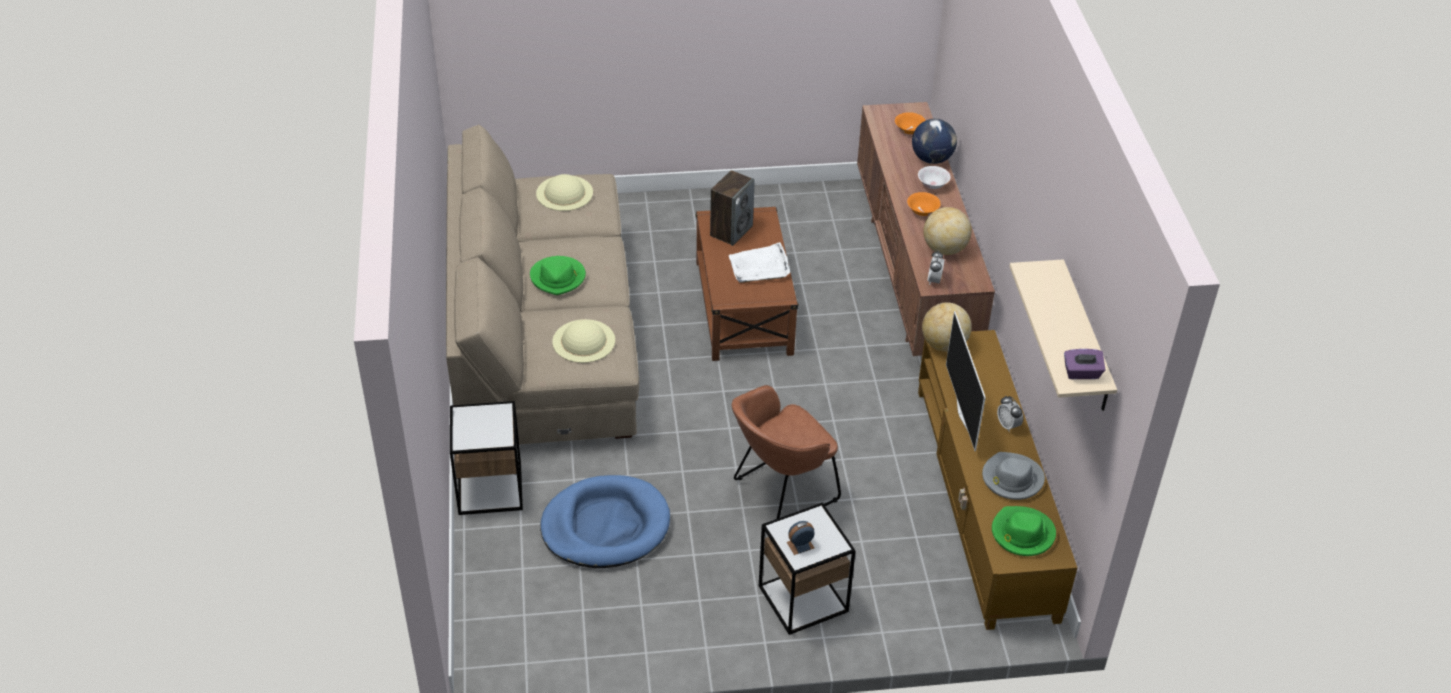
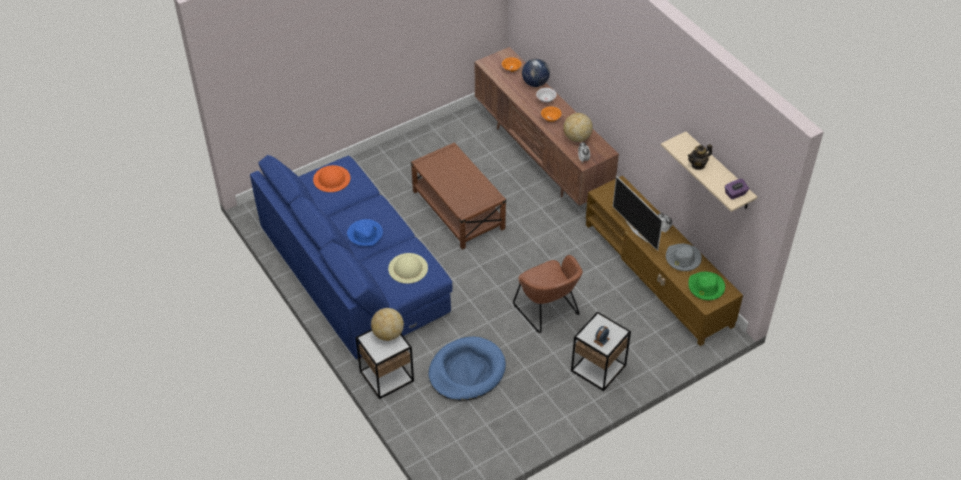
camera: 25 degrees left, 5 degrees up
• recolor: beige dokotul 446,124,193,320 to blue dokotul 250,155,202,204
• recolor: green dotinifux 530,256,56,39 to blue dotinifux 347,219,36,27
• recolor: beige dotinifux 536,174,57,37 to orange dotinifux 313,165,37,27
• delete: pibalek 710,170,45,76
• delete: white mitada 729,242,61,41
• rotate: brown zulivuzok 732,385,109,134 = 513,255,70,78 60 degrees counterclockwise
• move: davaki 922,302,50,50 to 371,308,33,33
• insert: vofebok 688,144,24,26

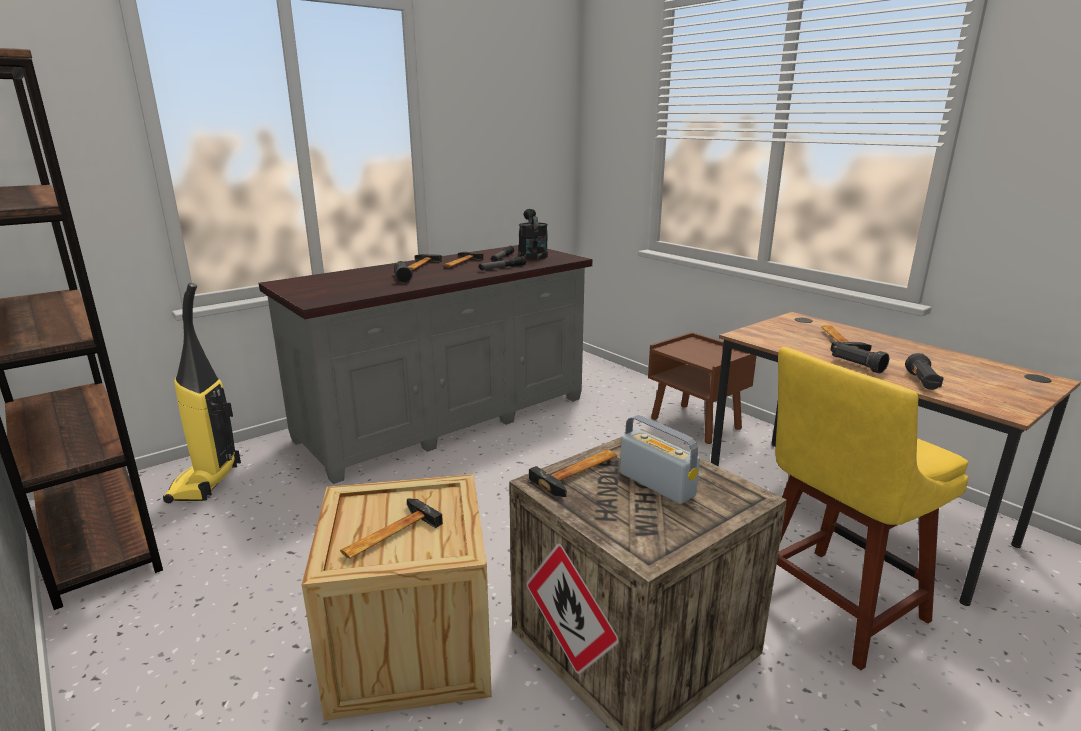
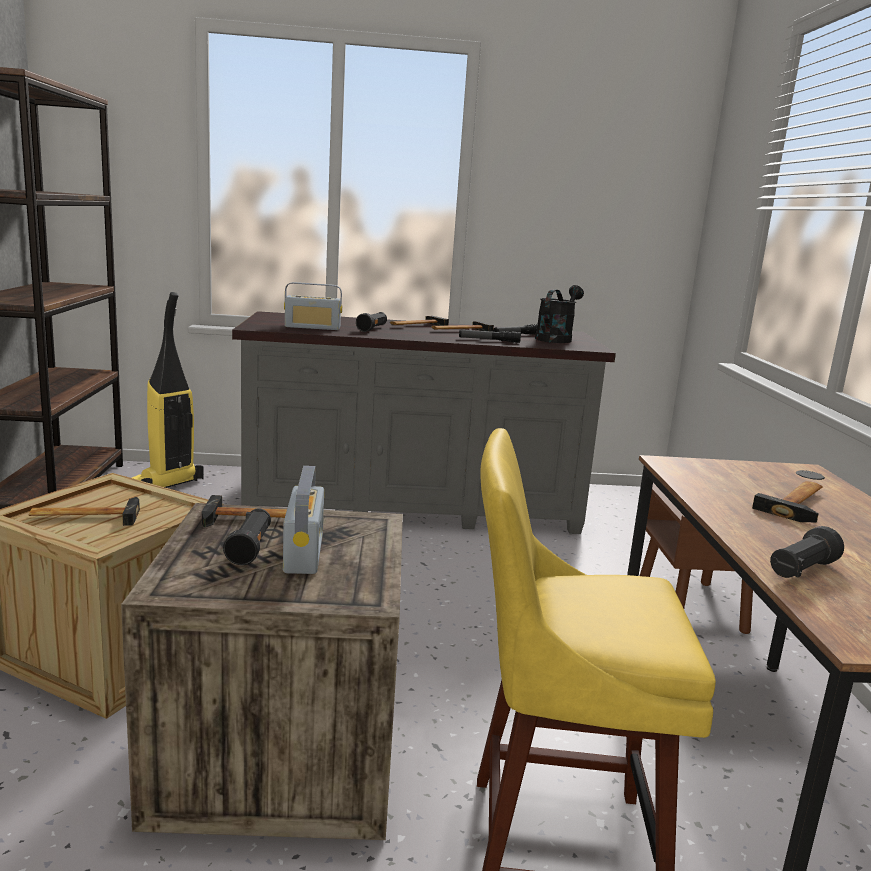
camera: 35 degrees right, 5 degrees down
• move: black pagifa 832,342,57,32 to 223,508,48,57
• insert: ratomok 284,282,58,48

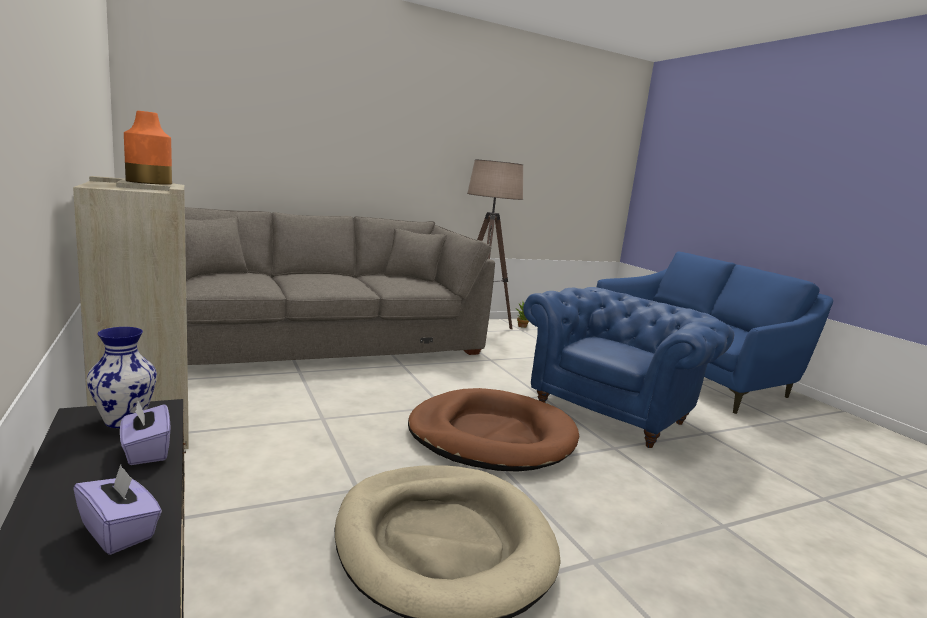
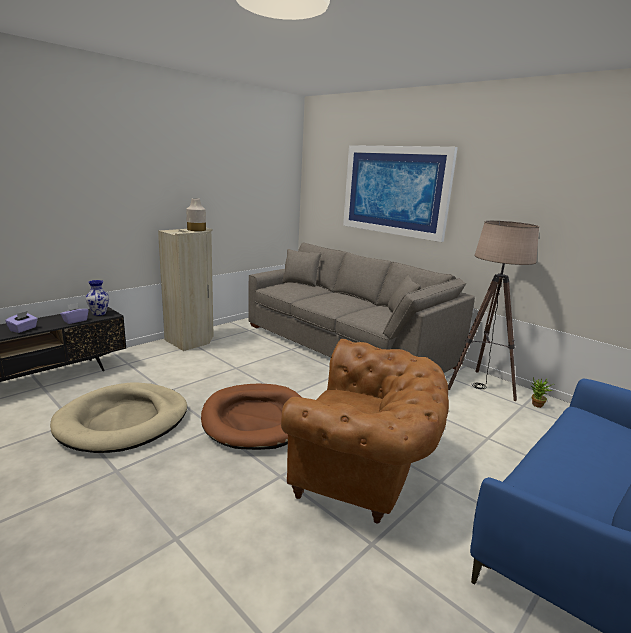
camera: 70 degrees right, 5 degrees up
• recolor: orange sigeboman 124,111,48,74 to beige sigeboman 186,198,20,33
• recolor: blue zulivuzok 523,287,211,161 to brown zulivuzok 281,339,168,185
• insert: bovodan 343,145,115,97

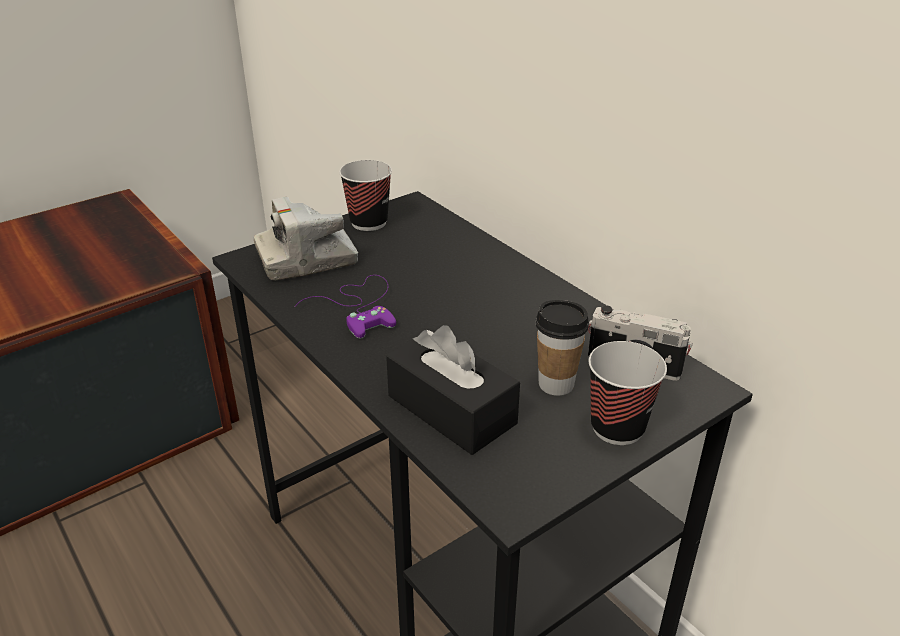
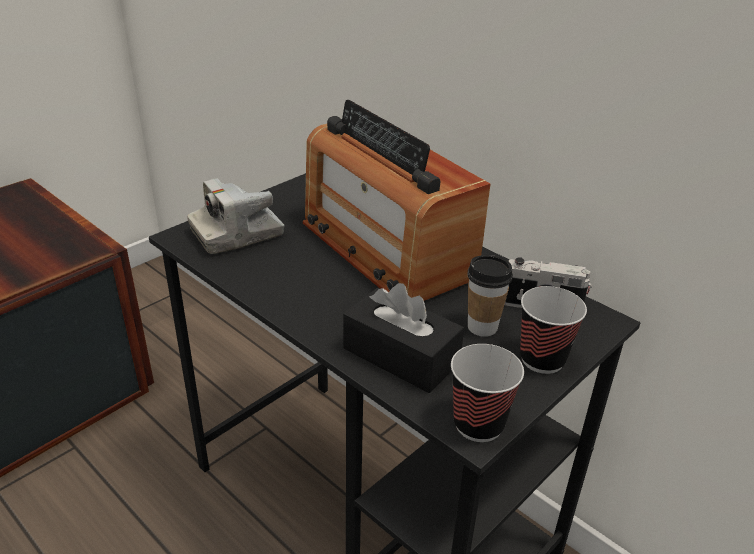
camera: 10 degrees left, 0 degrees up
• delete: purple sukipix 295,275,101,64
• move: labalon 339,160,53,71 to 451,344,73,98
• insert: ratomok 303,100,187,201

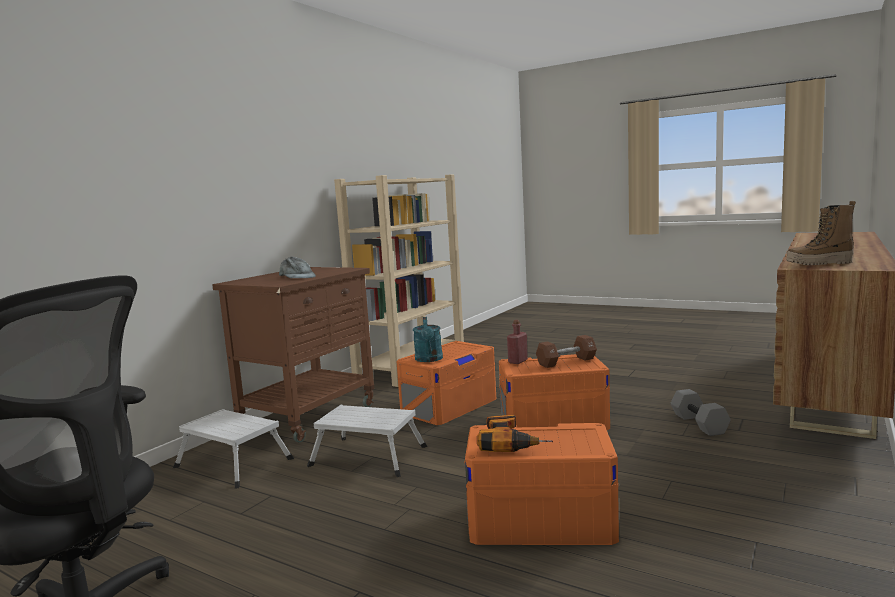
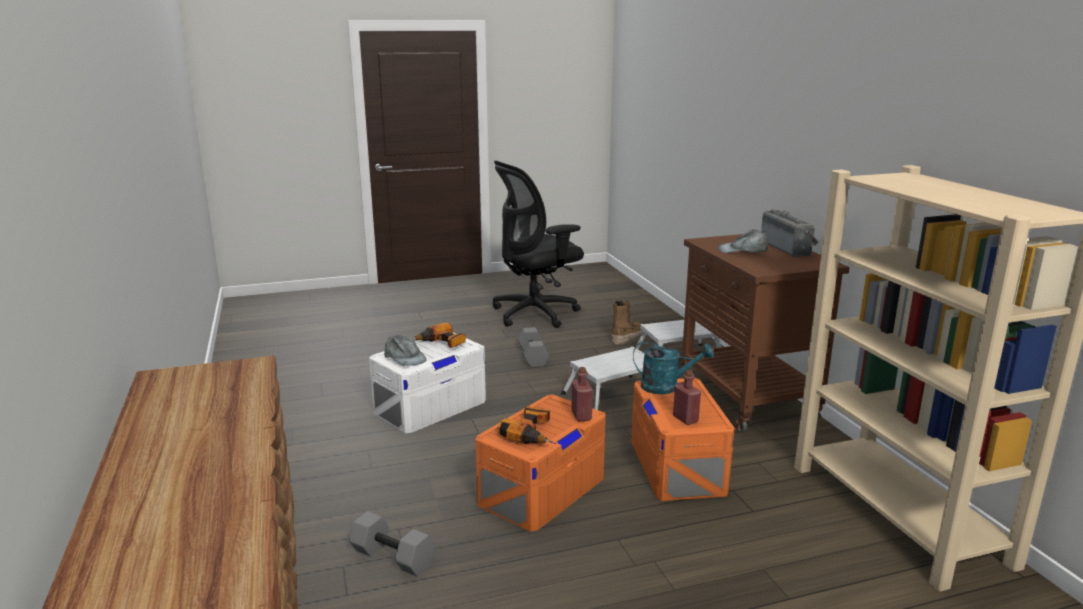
camera: 130 degrees right, 10 degrees up
• rotate: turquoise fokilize 413,317,30,45 = 633,341,81,53 150 degrees clockwise
• recolor: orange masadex 464,423,155,122 to white masadex 369,333,117,100
• replace: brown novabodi 536,335,61,33 to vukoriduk 498,406,58,38
• move: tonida 786,201,70,64 to 611,301,32,44
• insert: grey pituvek 384,334,42,32
• insert: grey novabodi 518,327,31,40
• insert: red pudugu 673,370,28,55
• insert: ratomok 761,210,57,47

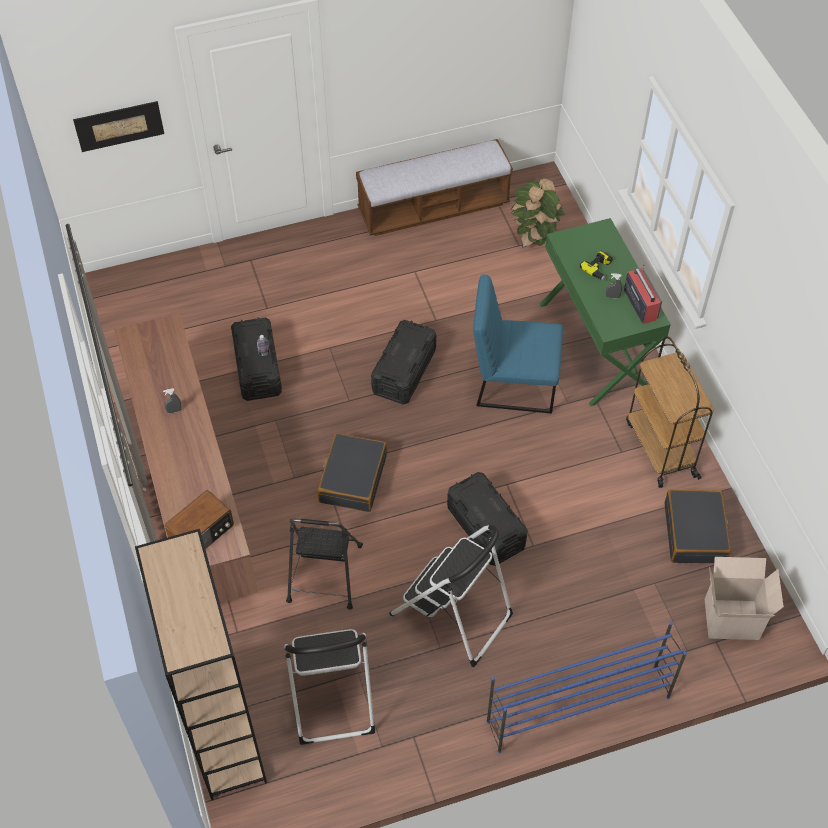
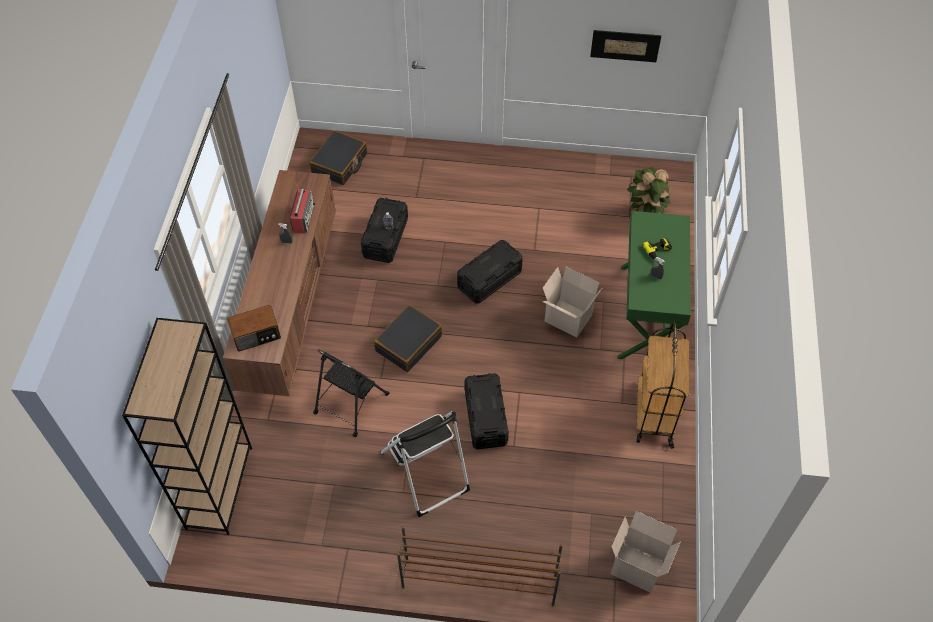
camera: 25 degrees right, 0 degrees up
• move: bovodan 73,101,91,51 to 590,30,71,32
• delete: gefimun 284,629,91,116
• delete: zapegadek 356,139,157,97
• replace: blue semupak 473,275,90,139 to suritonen 542,267,60,71
• recolor: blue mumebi 486,622,201,131 to brown mumebi 397,526,166,80
• move: ratomok 624,264,38,60 to 290,187,25,47
• move: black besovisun 665,490,66,73 to 309,131,58,54

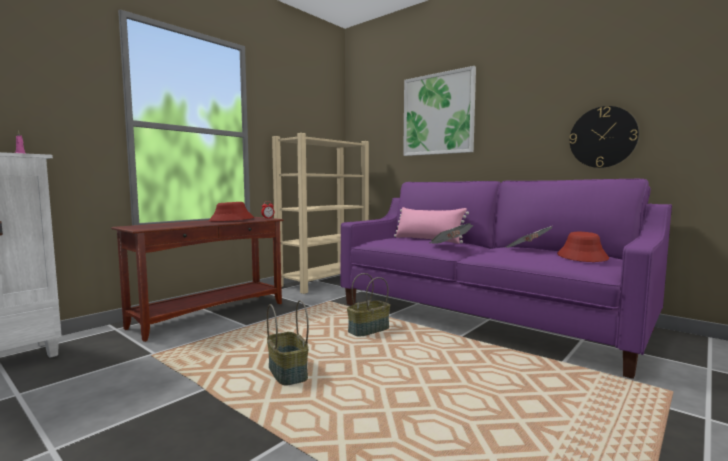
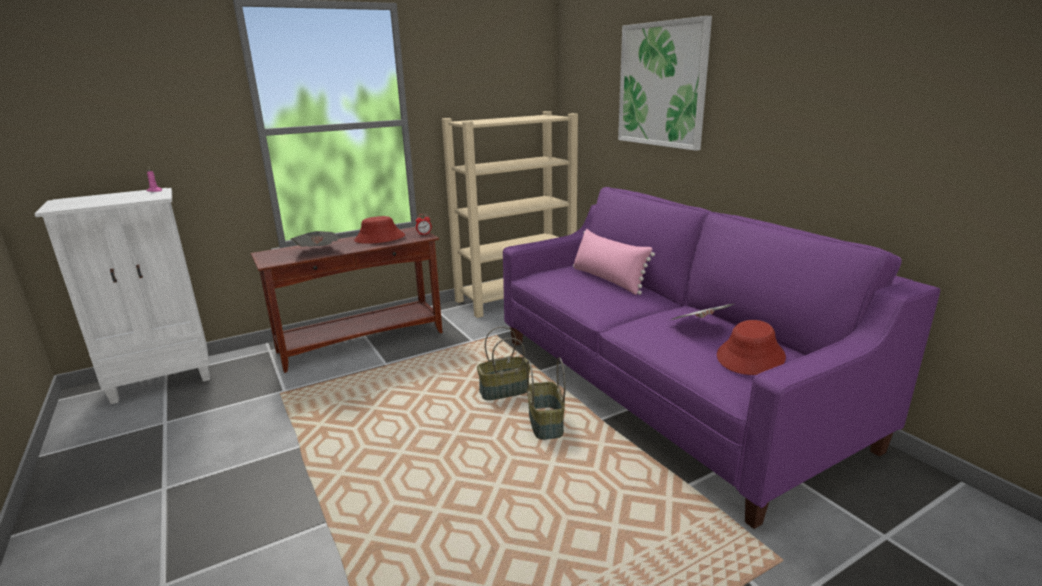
camera: 20 degrees right, 15 degrees up
• move: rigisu 267,300,42,86 to 527,357,39,83
• move: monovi 429,223,44,21 to 290,231,51,16
• delete: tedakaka 570,106,69,62

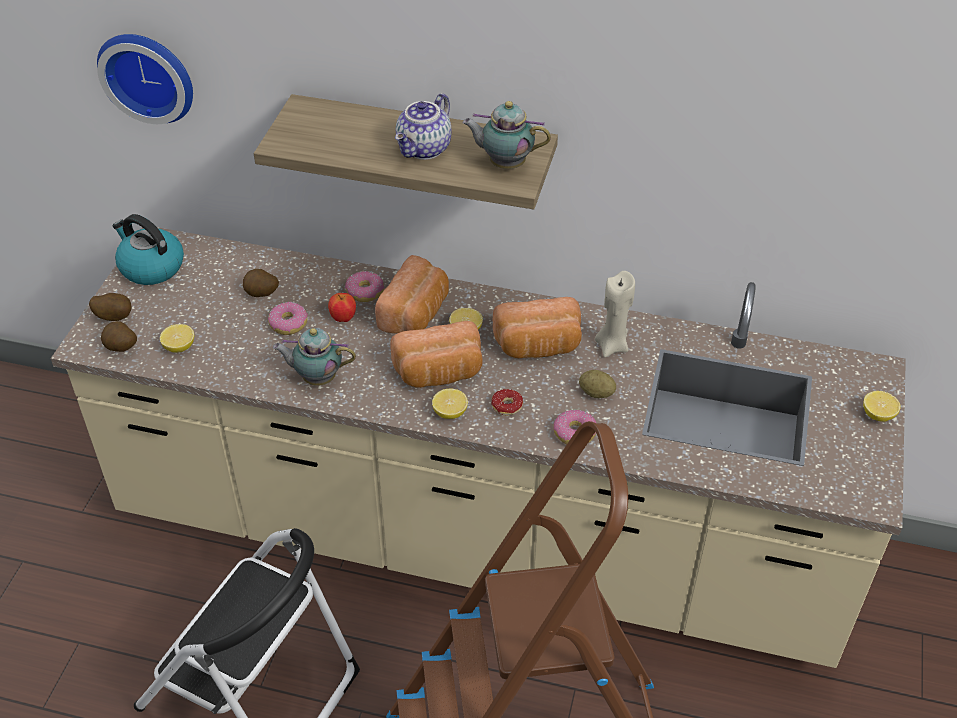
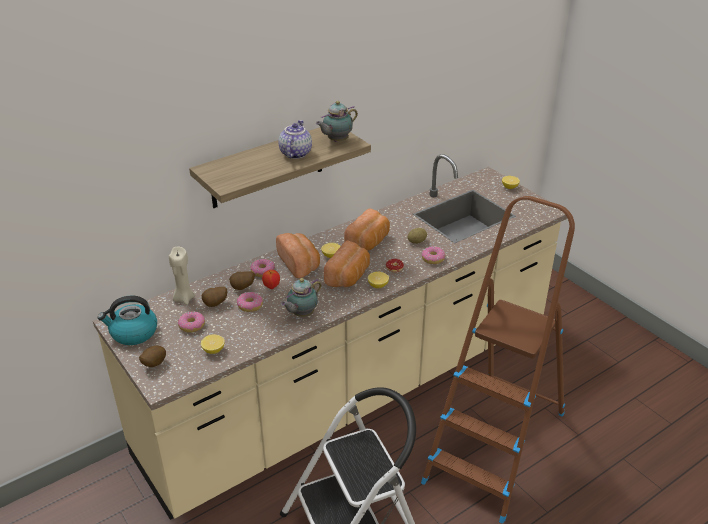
camera: 50 degrees left, 10 degrees down
• delete: tedakaka 97,34,96,90
• move: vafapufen 101,321,36,31 to 229,271,26,19
• rotate: vofebok 395,93,57,67 = 278,120,34,39 150 degrees counterclockwise
• move: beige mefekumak 595,271,40,86 to 169,247,26,58
• insert: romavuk 178,311,27,22

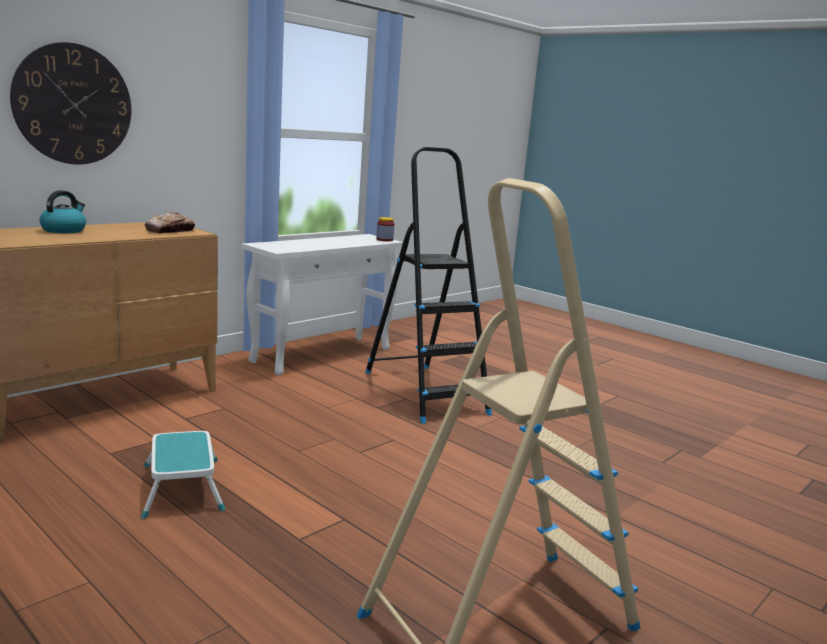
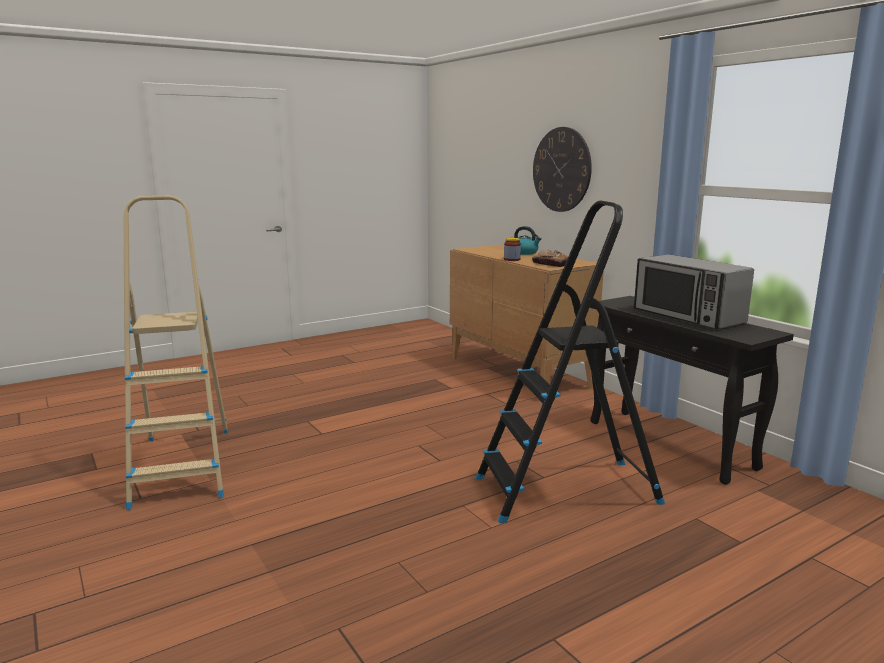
camera: 105 degrees right, 0 degrees up
• delete: turquoise gefimun 141,431,85,88
• recolor: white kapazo 242,234,161,141 to black kapazo 589,296,205,189
• move: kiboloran 376,217,18,24 to 504,238,17,23
• insert: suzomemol 634,254,120,75

